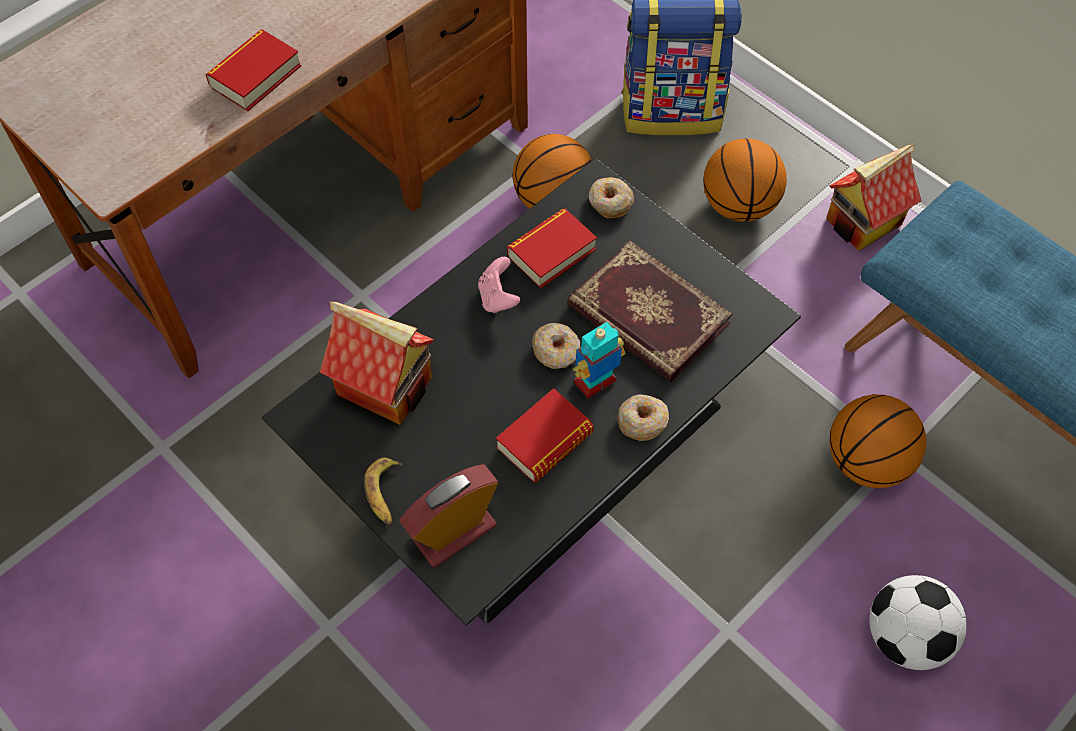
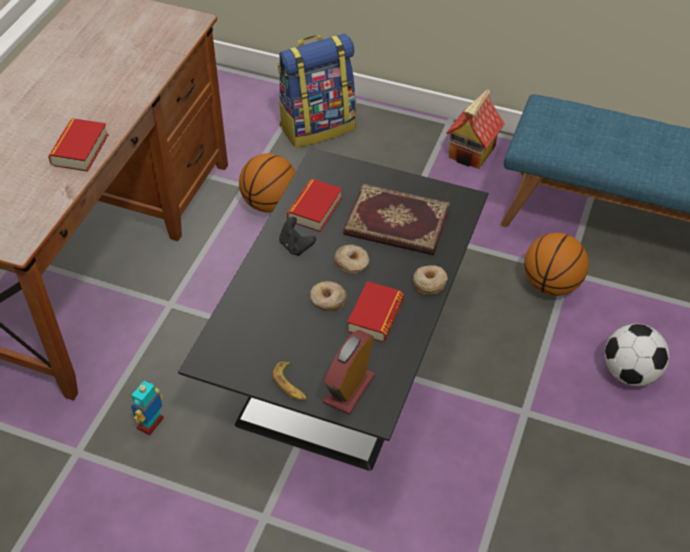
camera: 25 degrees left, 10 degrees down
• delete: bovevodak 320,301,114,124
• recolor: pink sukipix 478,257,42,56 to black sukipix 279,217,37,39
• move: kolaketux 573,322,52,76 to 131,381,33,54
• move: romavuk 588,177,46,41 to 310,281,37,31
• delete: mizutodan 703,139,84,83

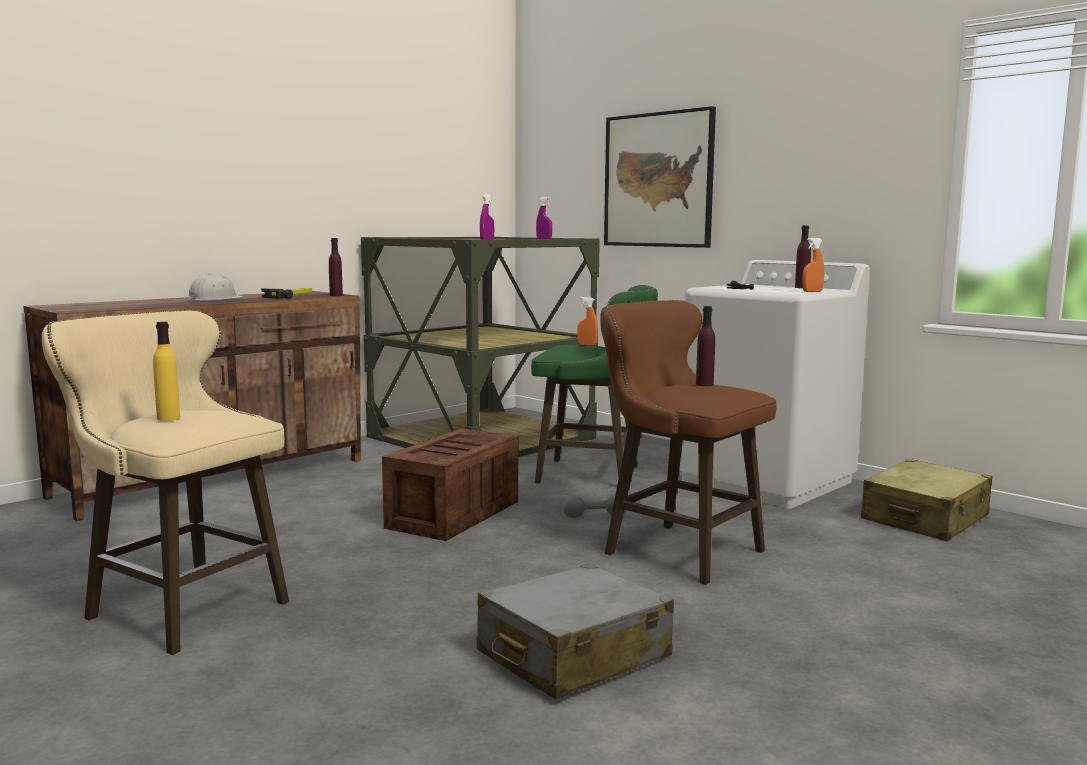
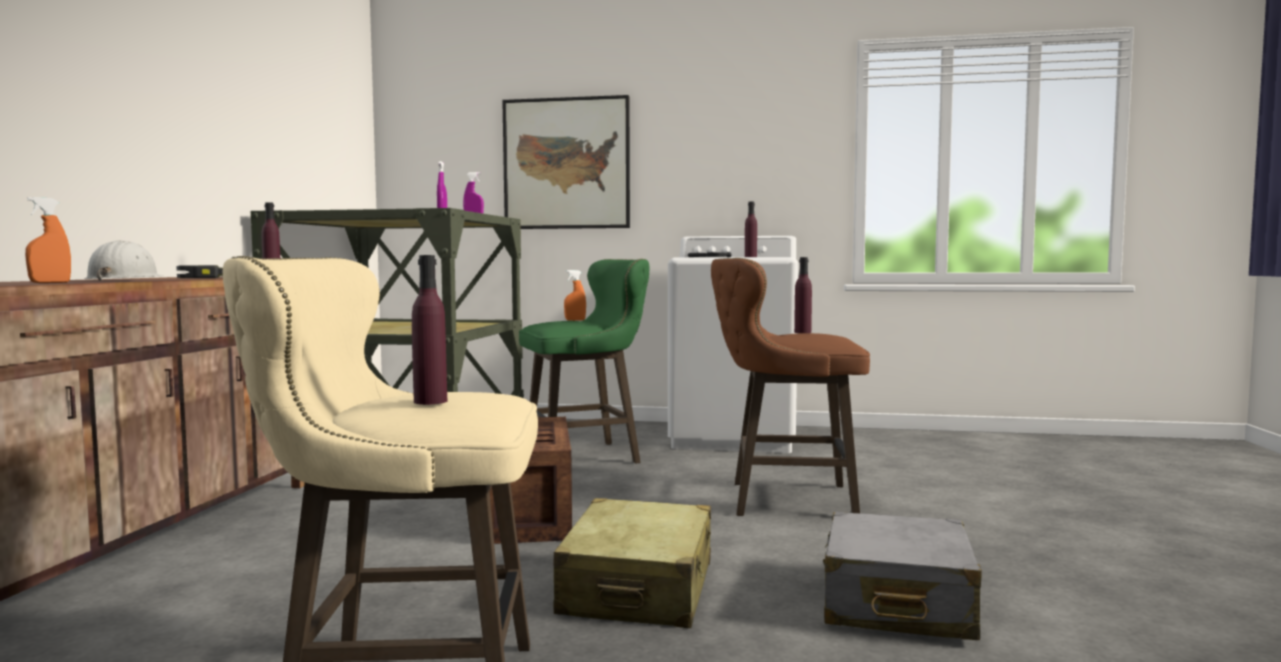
camera: 35 degrees left, 5 degrees down
• recolor: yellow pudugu 153,321,27,100 to purple pudugu 412,255,35,150
• delete: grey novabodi 562,494,64,24
• move: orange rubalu 802,238,22,54 to 25,197,46,86
• move: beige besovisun 861,459,132,82 to 554,498,157,130

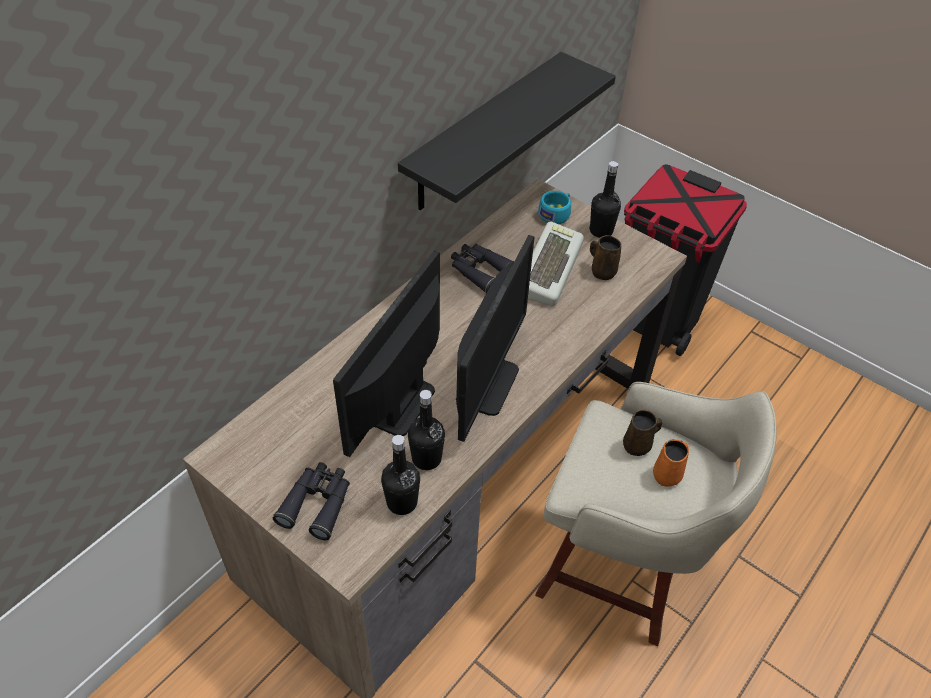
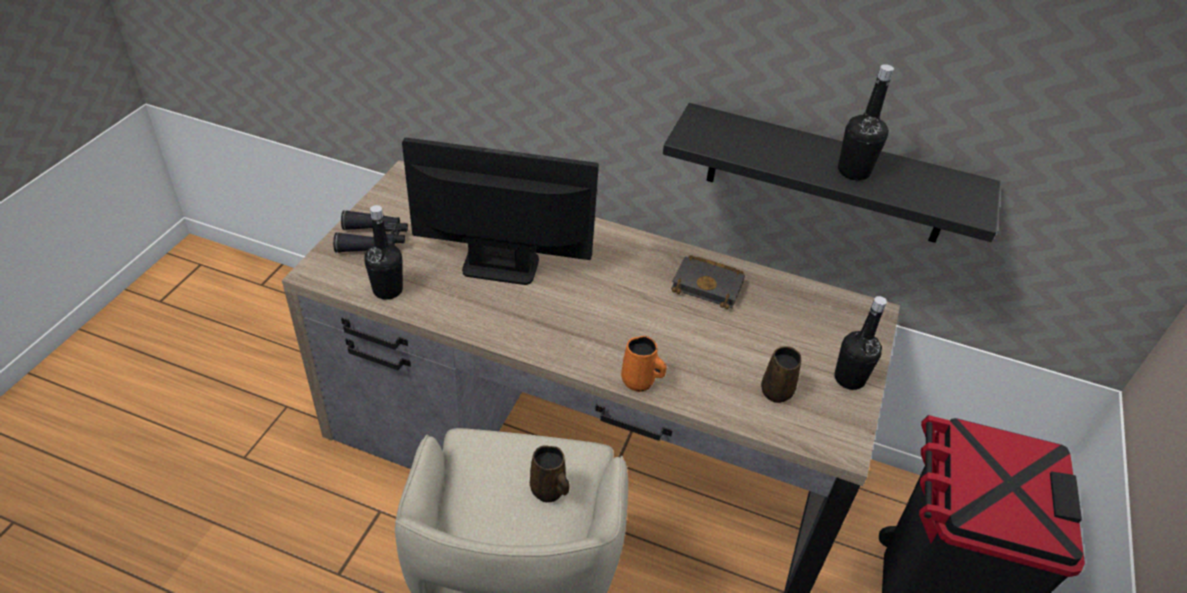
camera: 70 degrees right, 5 degrees down
• move: black pudugu 408,390,37,80 to 838,64,56,117
• replace: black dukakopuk 451,244,63,49 to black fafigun 671,255,74,54
• delete: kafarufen 456,235,78,207
• delete: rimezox 528,221,56,85
• delete: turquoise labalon 538,191,33,33
• move: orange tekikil 653,439,36,48 to 621,336,46,56

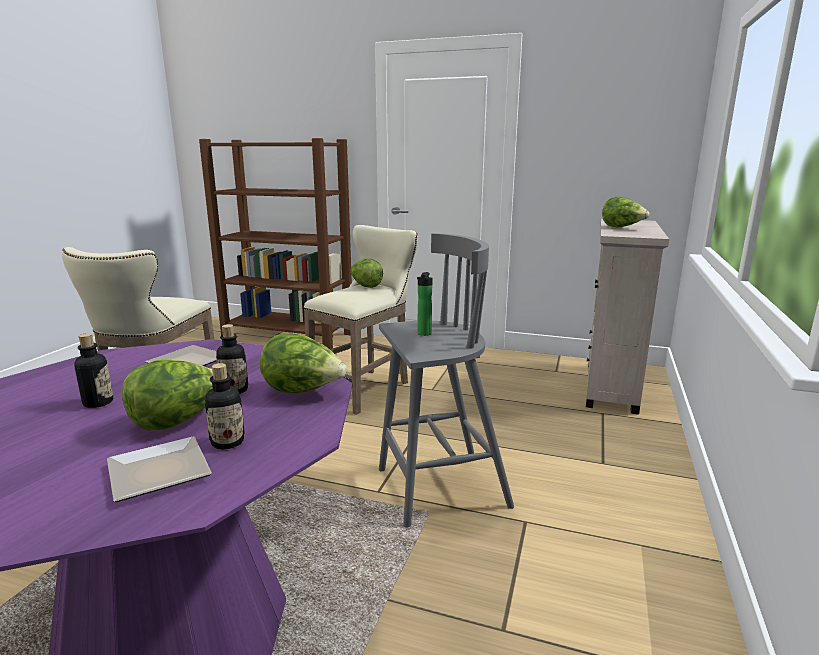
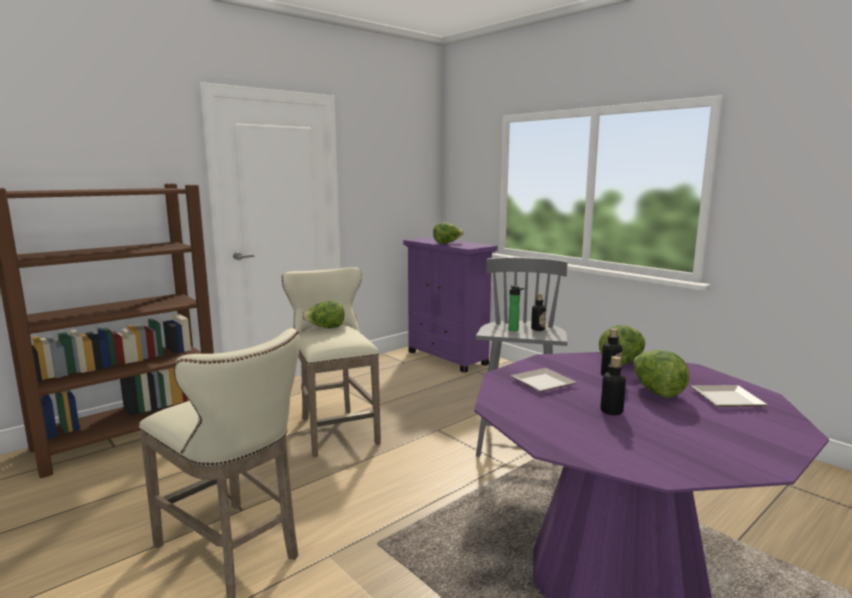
camera: 60 degrees left, 5 degrees down
• move: pudugu 205,363,40,86 to 531,294,15,37
• recolor: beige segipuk 586,219,83,196 to purple segipuk 403,237,95,136

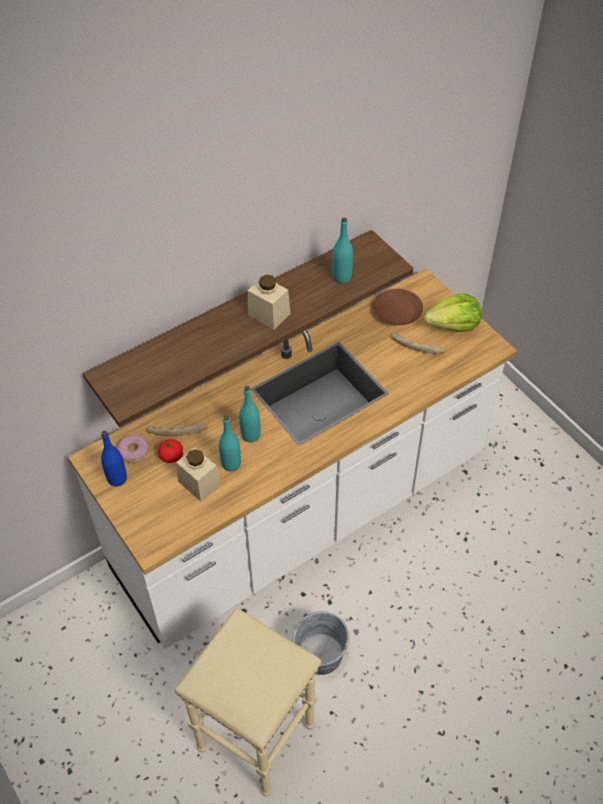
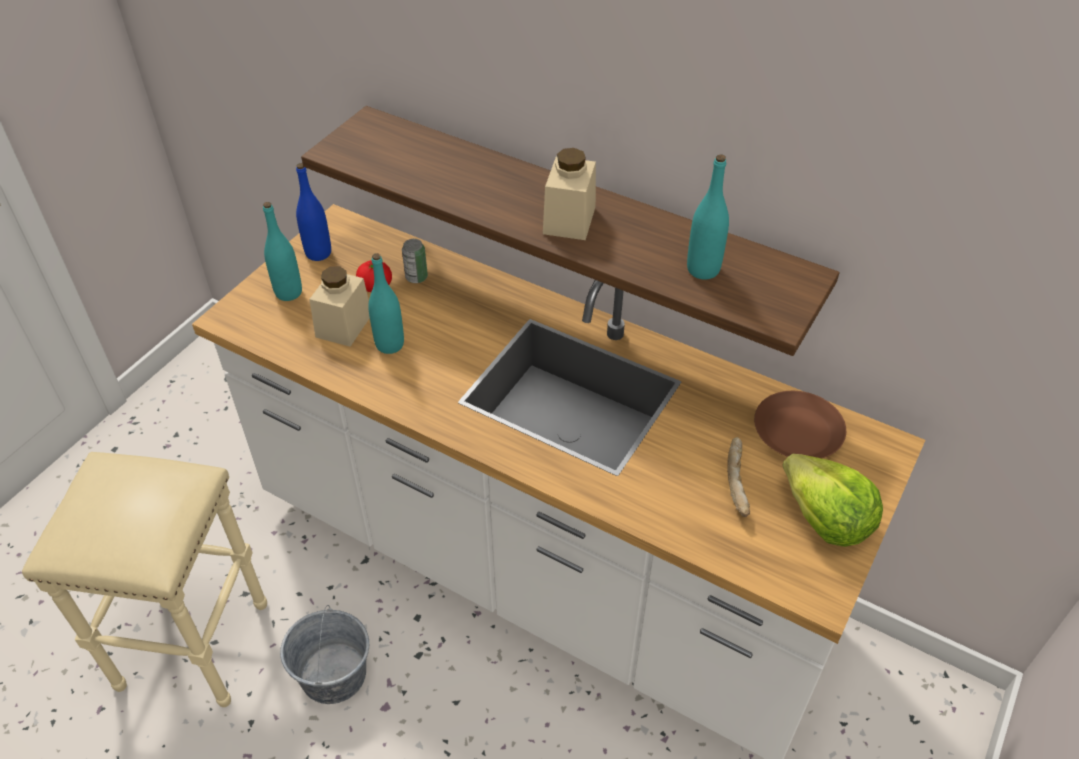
camera: 65 degrees right, 5 degrees down
• delete: romavuk 117,435,32,28
• replace: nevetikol 147,424,60,12 to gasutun 402,239,26,44
• move: turquoise pudugu 239,386,22,56 to 263,202,39,99

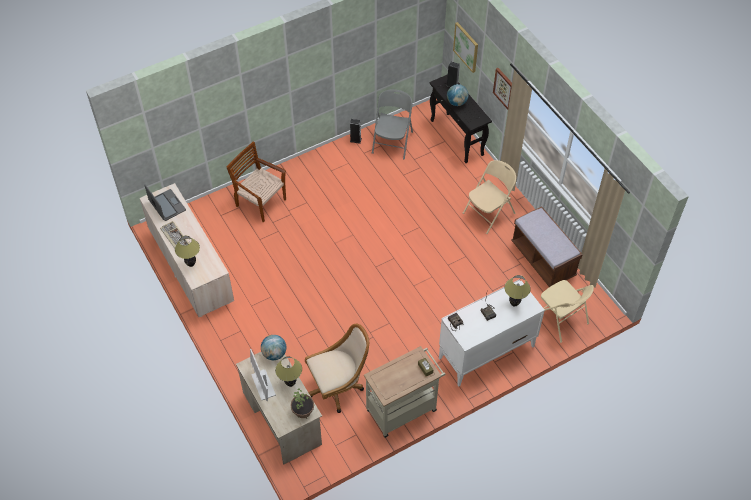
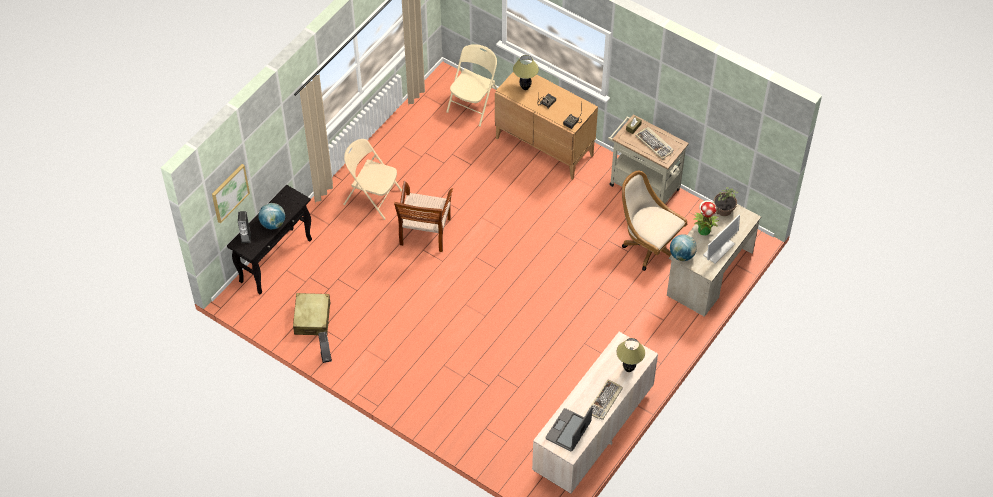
camera: 115 degrees left, 0 degrees up
• move: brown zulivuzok 227,141,59,82 to 394,181,59,71
• replace: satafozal 275,356,27,31 to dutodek 694,200,25,36
• replace: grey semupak 372,89,41,71 to beige besovisun 293,293,37,42
• recolor: white segipuk 439,279,106,108 to brown segipuk 495,72,103,108
• delete: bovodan 493,68,19,41
• delete: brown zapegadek 511,207,72,80
• insert: rimezox 635,127,39,33

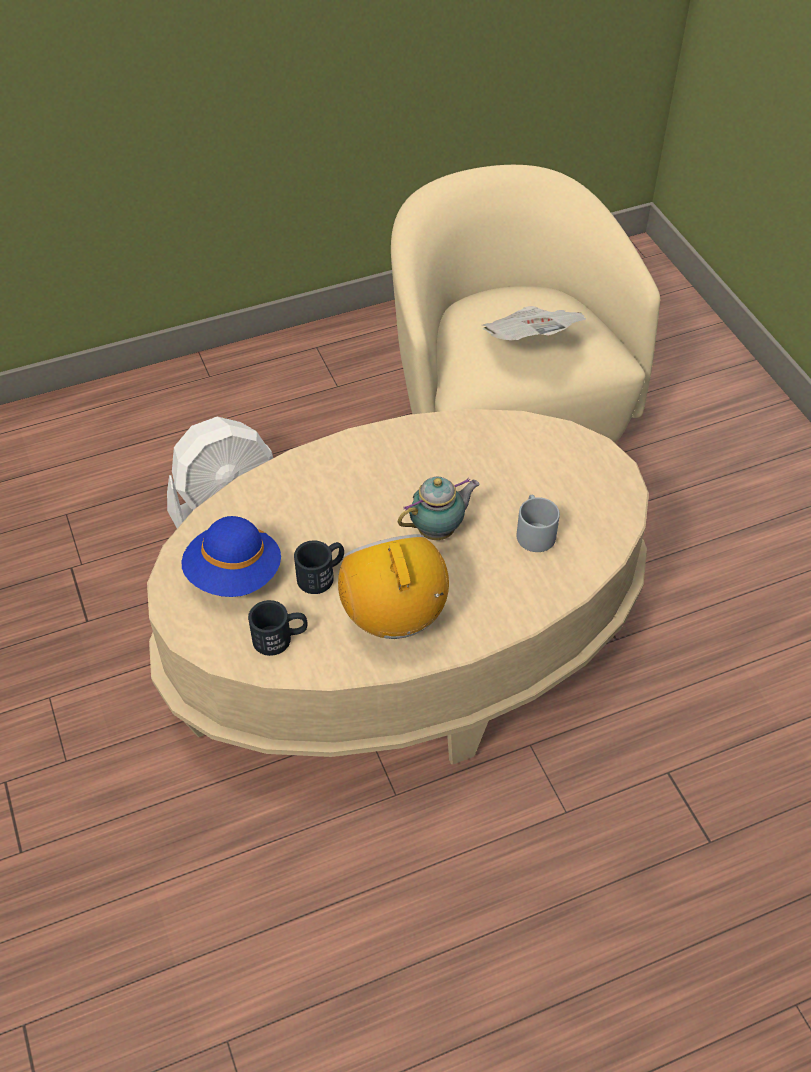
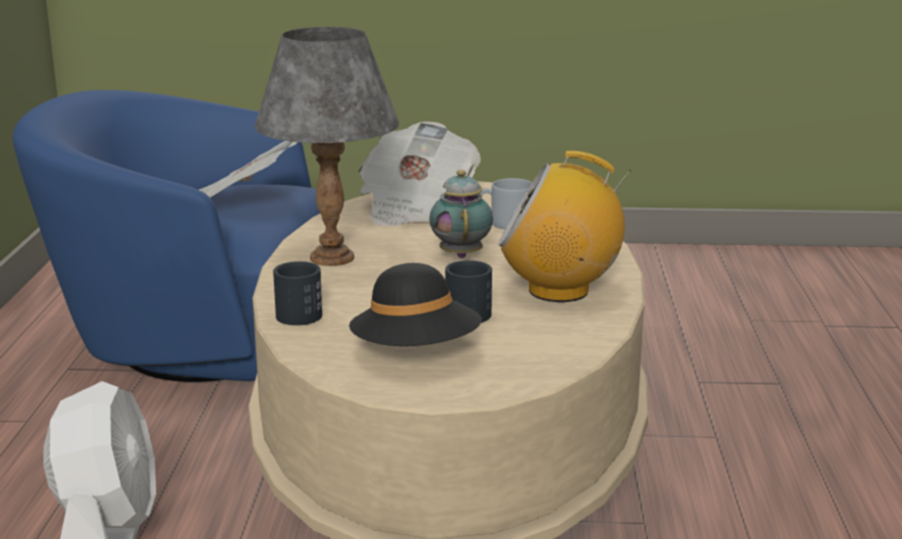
camera: 65 degrees left, 30 degrees down
• recolor: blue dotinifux 181,516,100,81 to black dotinifux 349,263,133,83
• move: black tekikil 248,600,60,56 to 273,261,49,64
• recolor: beige zulivuzok 391,165,269,278 to blue zulivuzok 13,90,307,292
• insert: grey satafozal 255,27,144,239
• insert: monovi 358,121,123,105

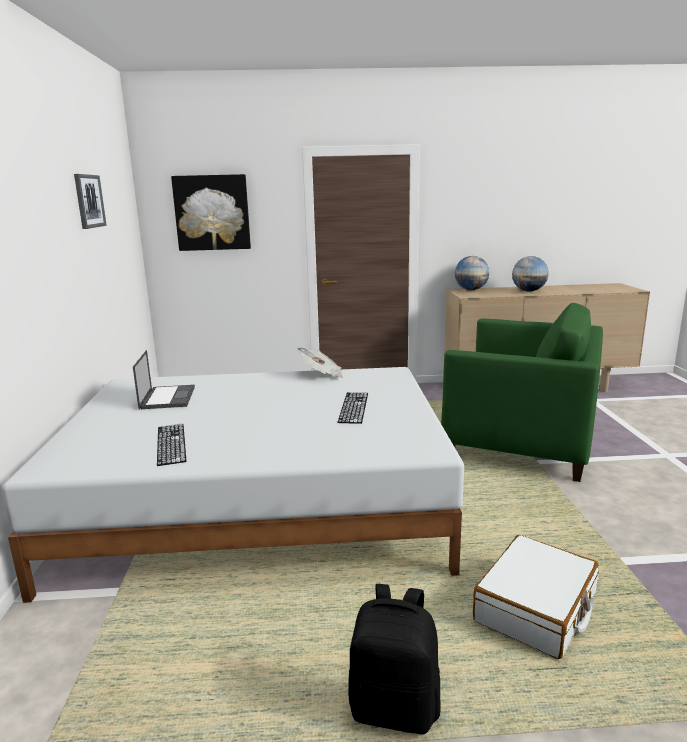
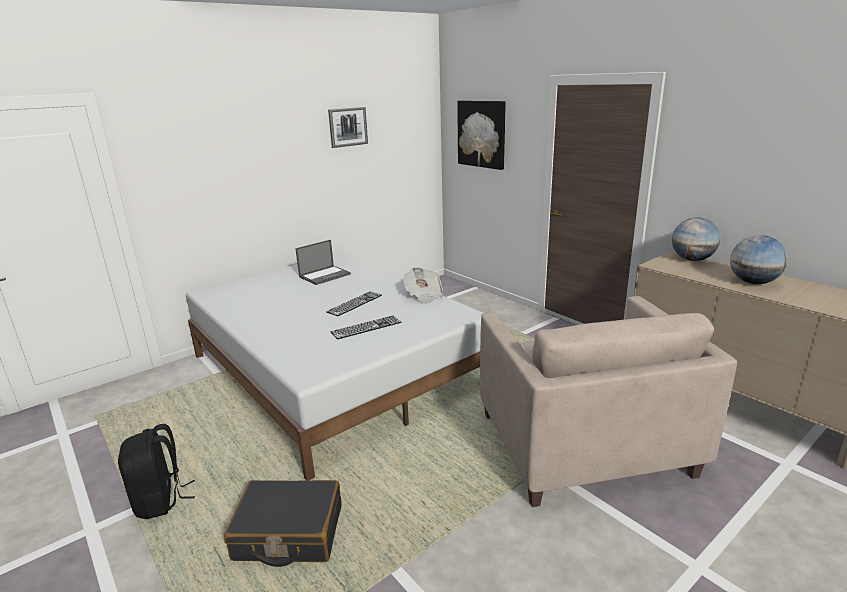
camera: 55 degrees right, 5 degrees up
• move: rimezox 157,424,29,42 to 326,291,56,25
• recolor: green zulivuzok 441,303,162,179 to beige zulivuzok 480,296,257,211
• recolor: white besovisun 473,535,126,124 to black besovisun 224,480,118,87

